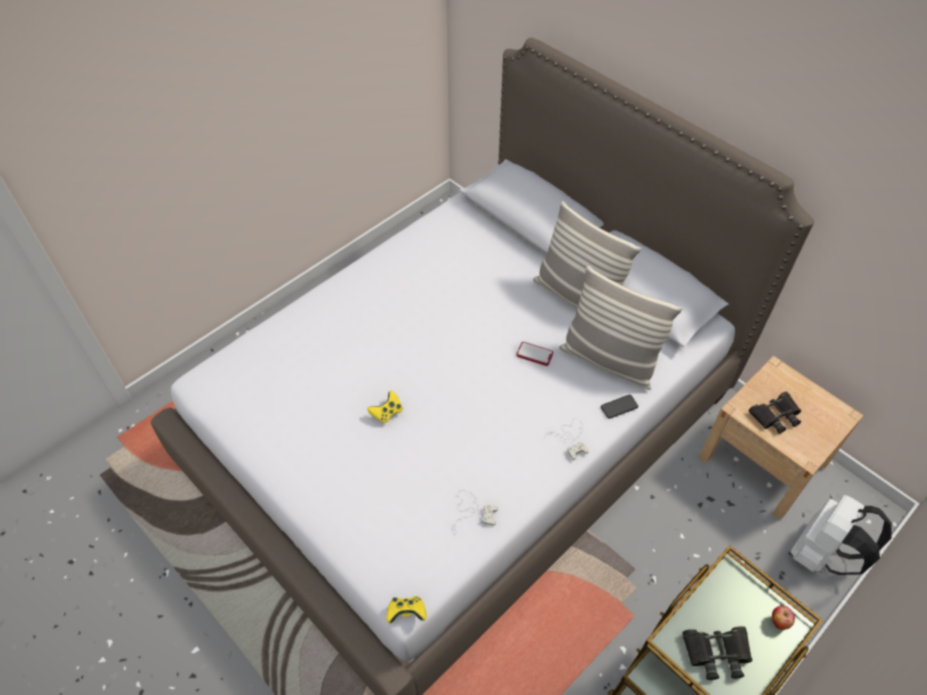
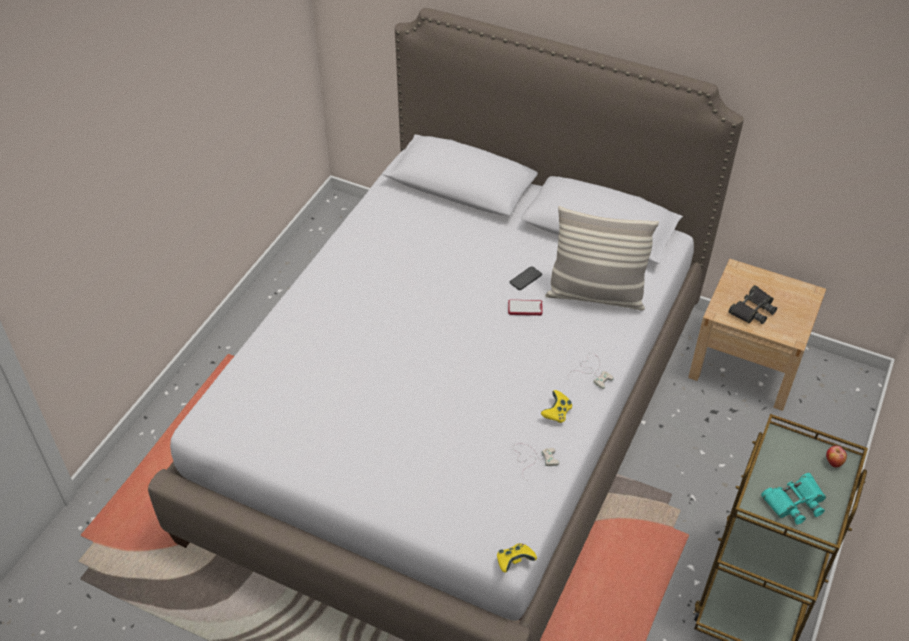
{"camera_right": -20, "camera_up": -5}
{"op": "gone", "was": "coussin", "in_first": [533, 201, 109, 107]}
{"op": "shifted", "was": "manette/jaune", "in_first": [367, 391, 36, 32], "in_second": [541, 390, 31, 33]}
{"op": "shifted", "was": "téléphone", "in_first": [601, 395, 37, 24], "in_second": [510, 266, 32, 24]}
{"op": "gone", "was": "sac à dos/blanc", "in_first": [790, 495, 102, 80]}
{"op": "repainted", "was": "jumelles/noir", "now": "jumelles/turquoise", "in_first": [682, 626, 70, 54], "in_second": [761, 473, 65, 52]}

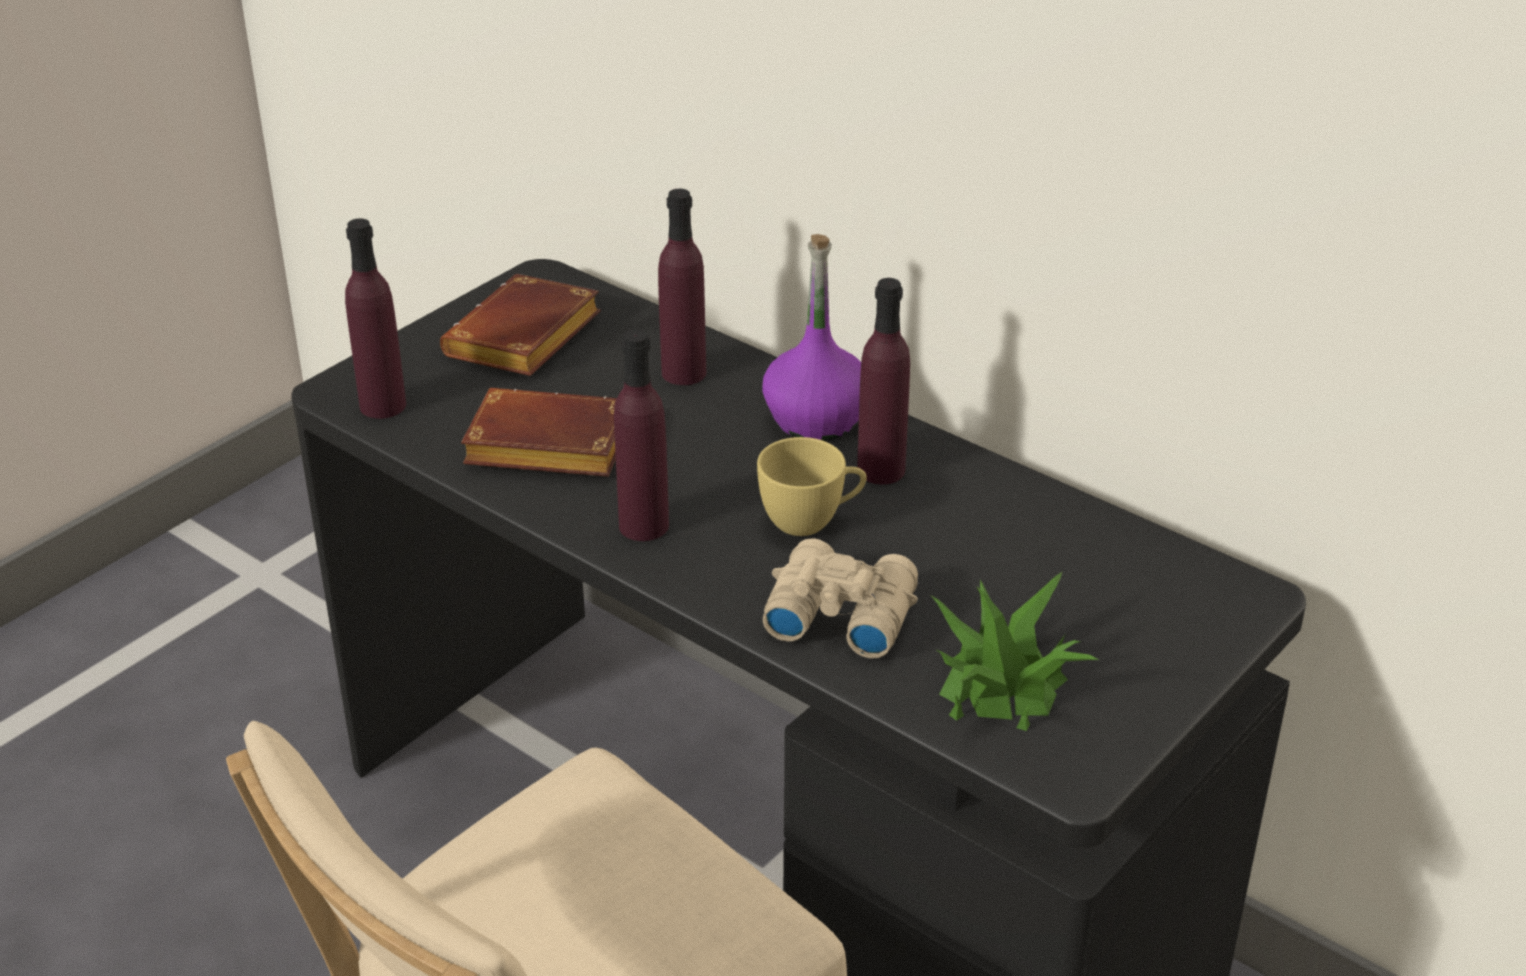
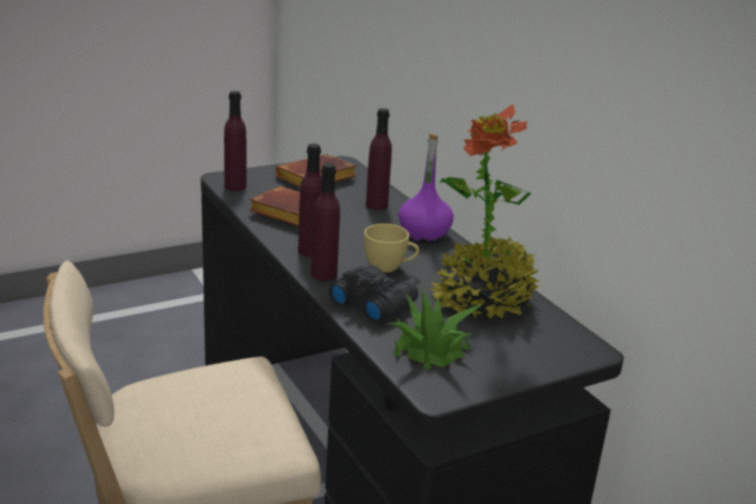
{"camera_right": 20, "camera_up": -10}
{"op": "shifted", "was": "bouteille/violet", "in_first": [857, 278, 53, 206], "in_second": [311, 163, 29, 118]}
{"op": "repainted", "was": "jumelles/beige", "now": "jumelles/noir", "in_first": [763, 538, 155, 121], "in_second": [329, 265, 89, 58]}
{"op": "new", "now": "plante en pot", "in_second": [430, 104, 110, 215]}

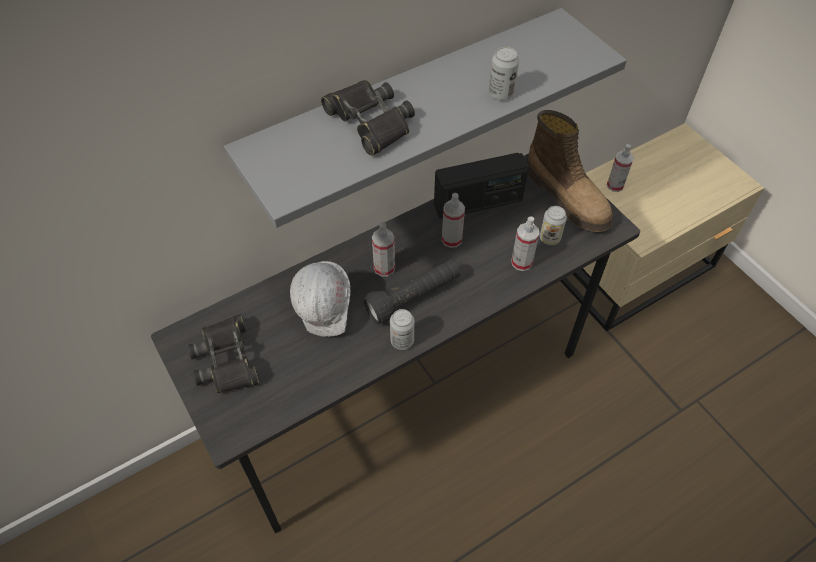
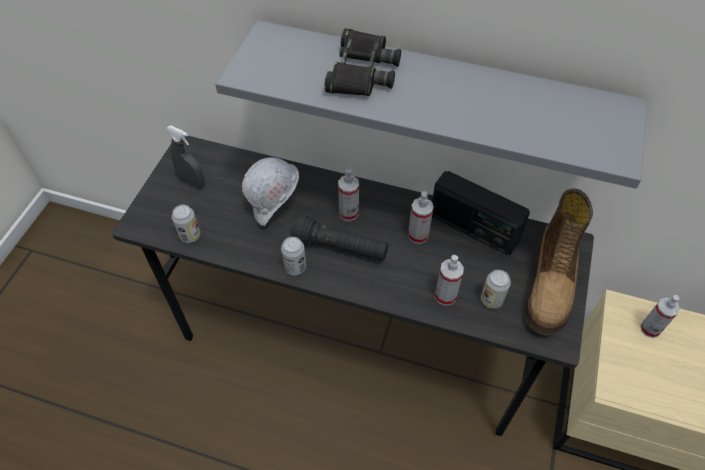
{"camera_right": 50, "camera_up": 0}
{"op": "shifted", "was": "boîte métallique", "in_first": [489, 47, 30, 53], "in_second": [172, 205, 29, 38]}
{"op": "swapped", "was": "jumelles/noir", "now": "vaporisateur/gris", "in_first": [187, 314, 73, 79], "in_second": [166, 126, 39, 63]}

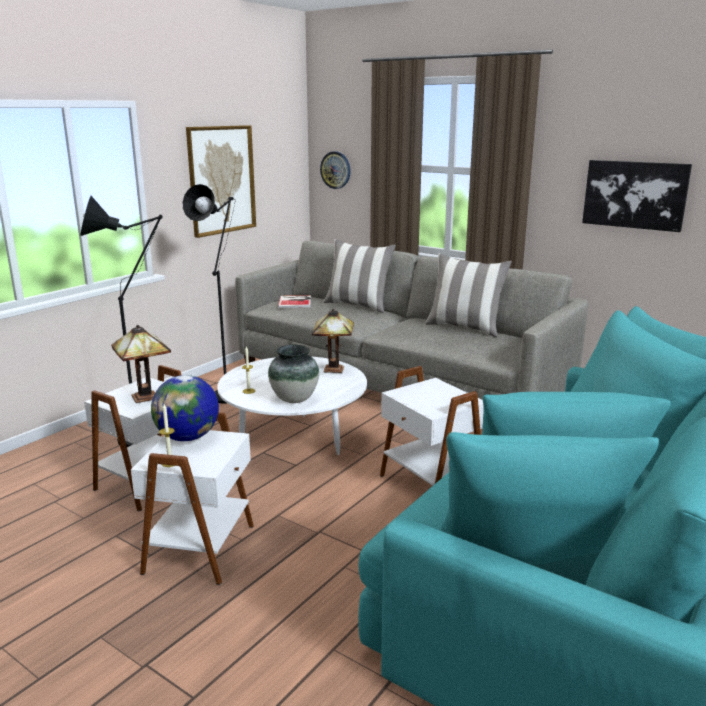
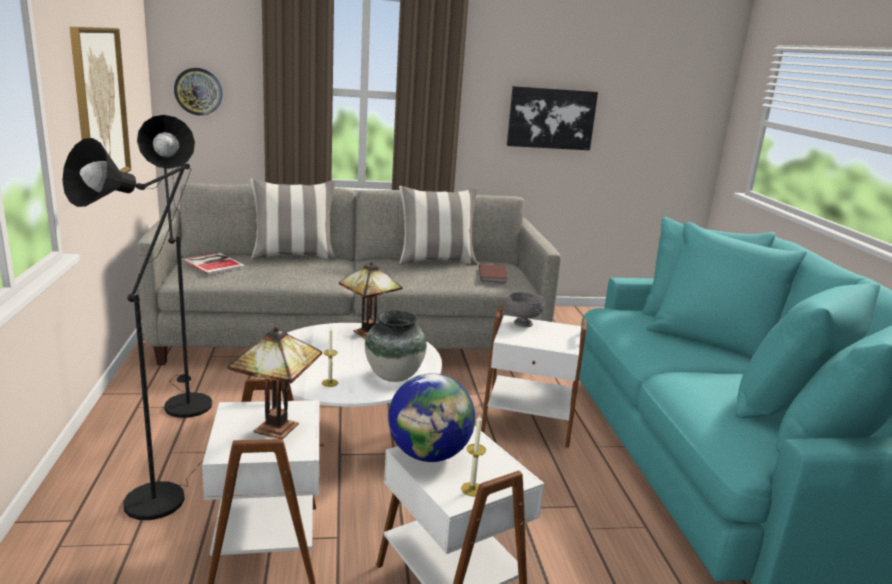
{"camera_right": -45, "camera_up": 0}
{"op": "new", "now": "livre/marron", "in_second": [479, 264, 29, 19]}
{"op": "new", "now": "bol/gris", "in_second": [506, 292, 39, 35]}

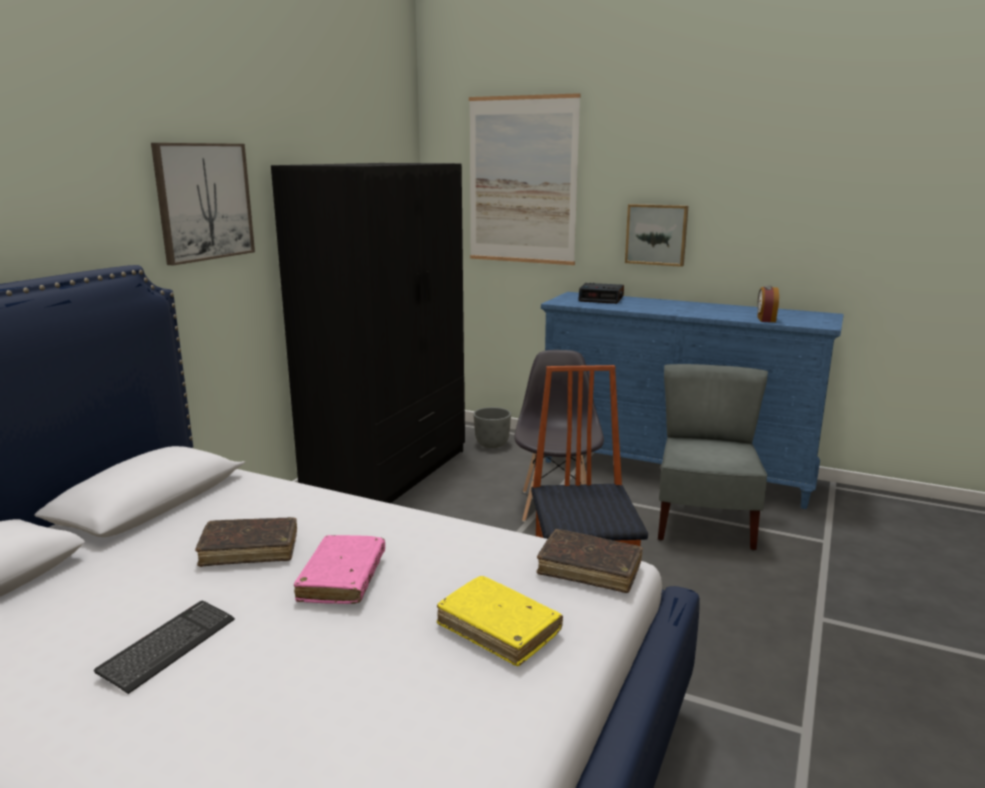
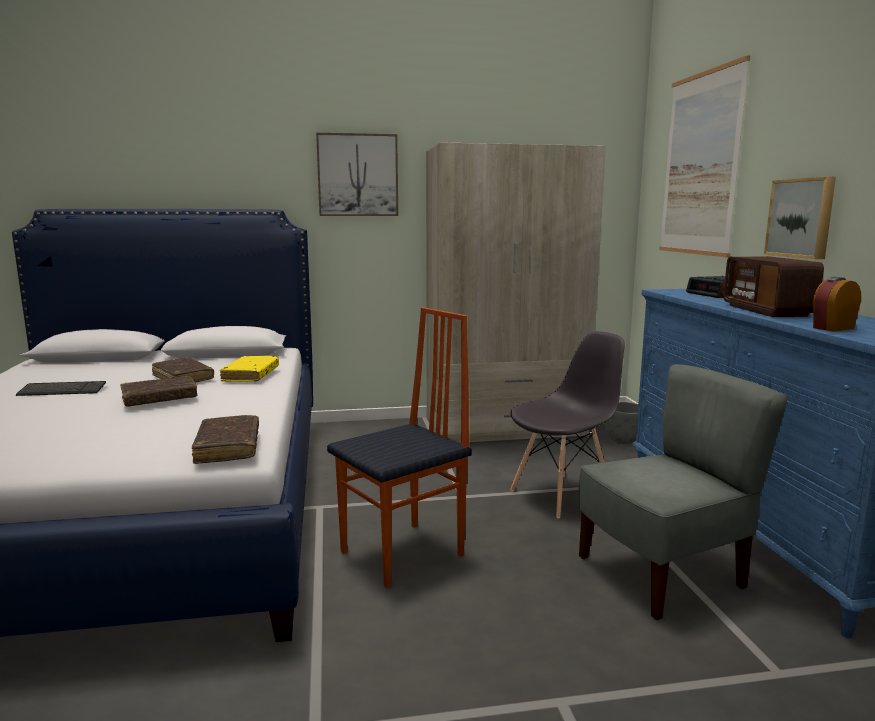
{"camera_right": 55, "camera_up": -5}
{"op": "repainted", "was": "armoire/noir", "now": "armoire/beige", "in_first": [271, 163, 194, 340], "in_second": [426, 142, 180, 301]}
{"op": "repainted", "was": "livre/rose", "now": "livre/marron", "in_first": [293, 535, 92, 69], "in_second": [120, 376, 78, 31]}
{"op": "shifted", "was": "livre/jaune", "in_first": [437, 576, 126, 90], "in_second": [220, 356, 59, 26]}
{"op": "new", "now": "radio", "in_second": [723, 256, 101, 61]}

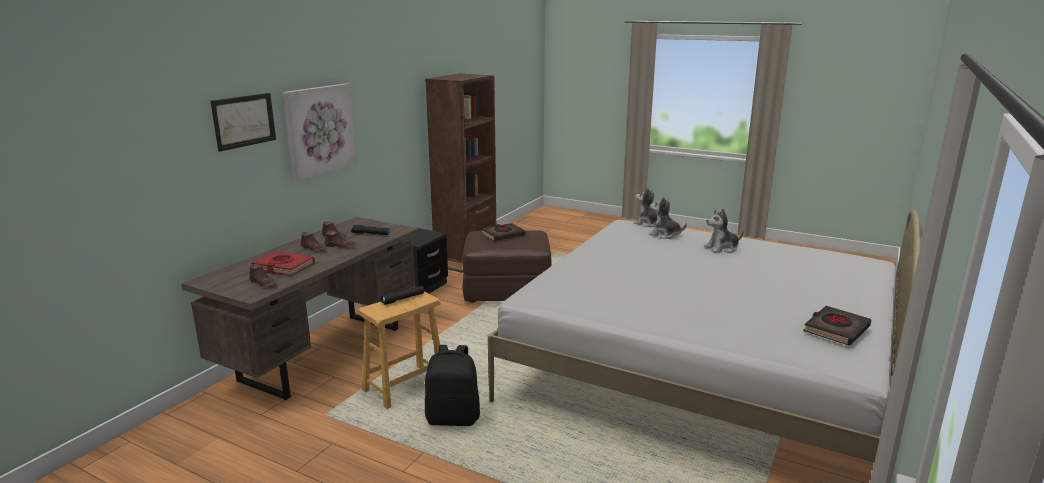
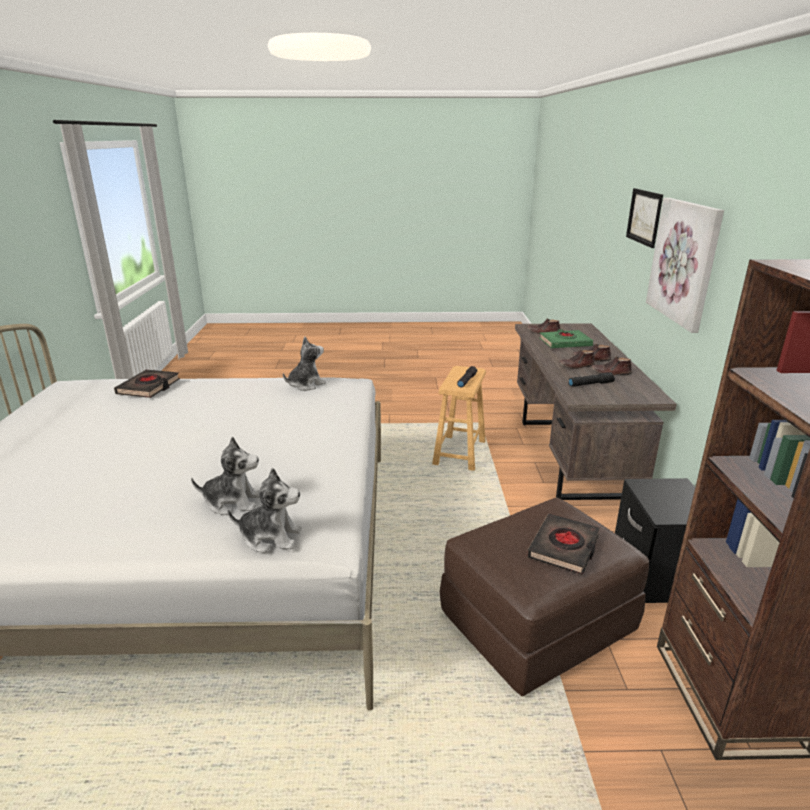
{"camera_right": 150, "camera_up": 5}
{"op": "shifted", "was": "peluche", "in_first": [704, 209, 40, 44], "in_second": [283, 337, 43, 54]}
{"op": "repainted", "was": "livre/rouge", "now": "livre/vert", "in_first": [251, 251, 64, 24], "in_second": [539, 329, 54, 19]}
{"op": "shifted", "was": "livre/noir", "in_first": [803, 306, 68, 40], "in_second": [114, 370, 66, 28]}
{"op": "gone", "was": "sac à dos/noir", "in_first": [425, 345, 55, 81]}

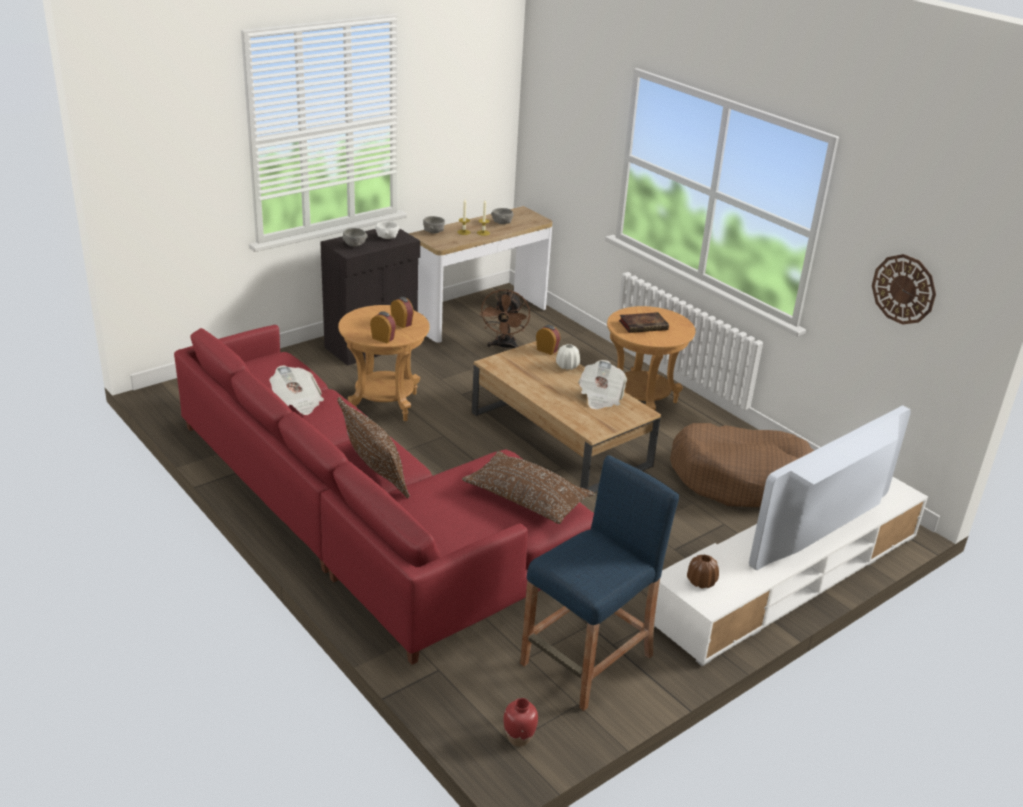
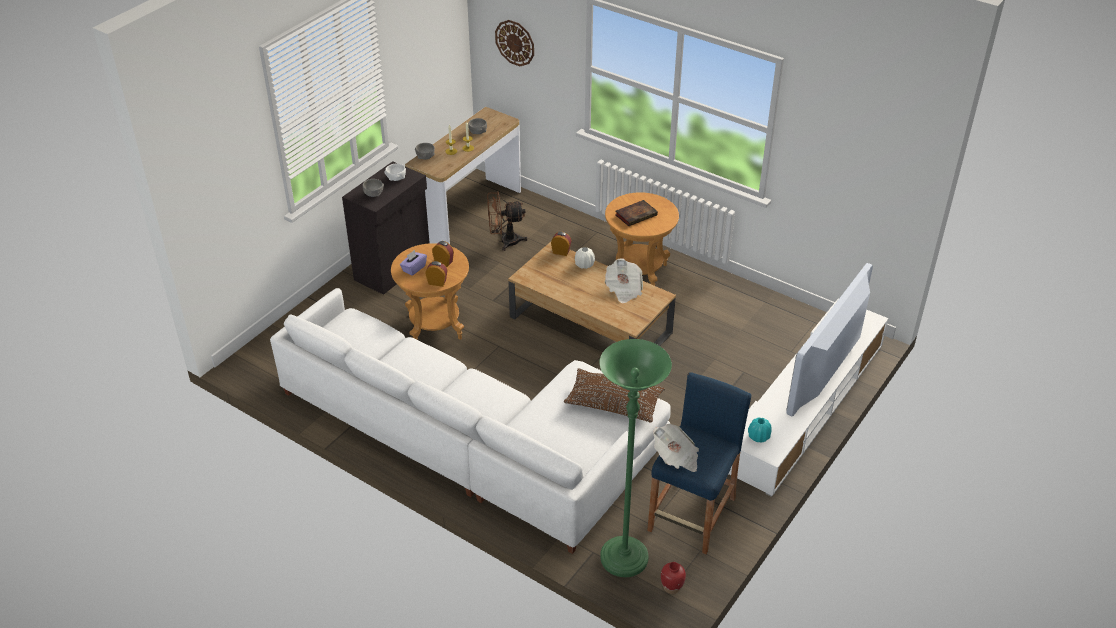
{"camera_right": -15, "camera_up": 10}
{"op": "shifted", "was": "horloge murale", "in_first": [872, 254, 64, 71], "in_second": [495, 20, 39, 46]}
{"op": "rotated", "was": "ventilateur/marron", "in_first": [479, 289, 51, 61], "in_second": [487, 191, 41, 60], "clockwise": 90}
{"op": "repainted", "was": "canapé/rouge", "now": "canapé/blanc", "in_first": [174, 325, 420, 340], "in_second": [270, 288, 401, 266]}
{"op": "shifted", "was": "journal", "in_first": [270, 365, 54, 50], "in_second": [653, 424, 46, 48]}
{"op": "gone", "was": "coussin/marron", "in_first": [337, 397, 73, 101]}
{"op": "gone", "was": "panier pour chien/marron", "in_first": [670, 423, 144, 84]}
{"op": "repainted", "was": "vase/marron", "now": "vase/turquoise", "in_first": [687, 555, 32, 33], "in_second": [748, 417, 24, 25]}
{"op": "new", "now": "boîte à mouchoirs/violet", "in_second": [400, 250, 27, 26]}
{"op": "new", "now": "lampadaire/vert", "in_second": [599, 339, 73, 238]}

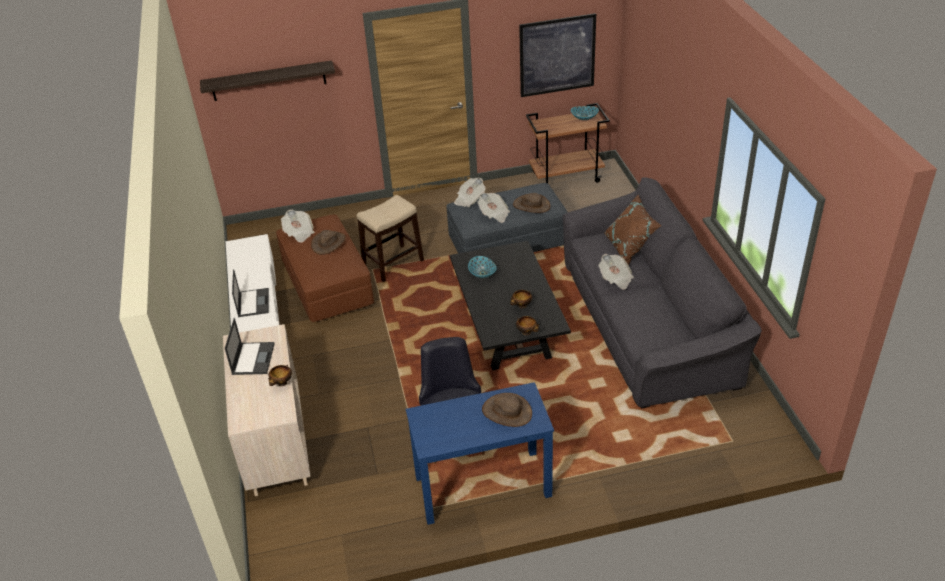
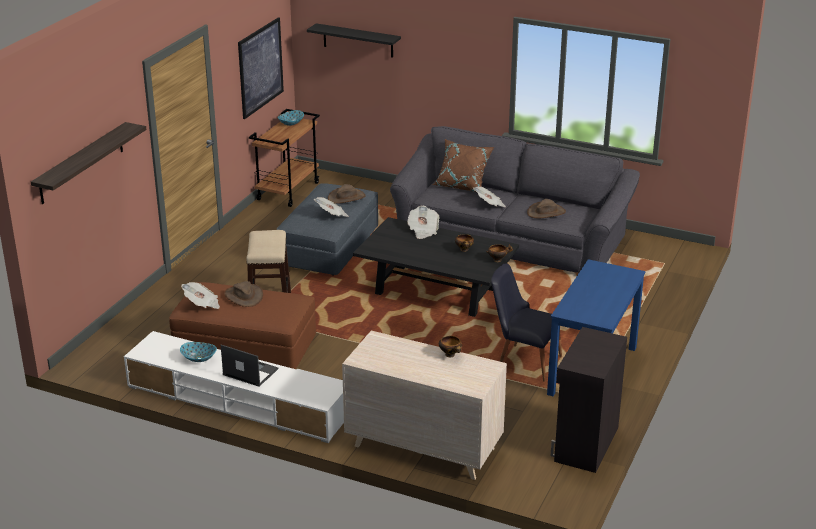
{"camera_right": -55, "camera_up": -10}
{"op": "shifted", "was": "journal", "in_first": [454, 178, 32, 29], "in_second": [407, 206, 32, 33]}
{"op": "shifted", "was": "bol", "in_first": [468, 256, 28, 22], "in_second": [180, 342, 37, 20]}
{"op": "gone", "was": "ordinateur portable", "in_first": [225, 318, 50, 57]}
{"op": "shifted", "was": "chapeau/marron", "in_first": [482, 393, 50, 34], "in_second": [527, 199, 39, 19]}
{"op": "new", "now": "étagère/noir", "in_second": [307, 23, 94, 35]}
{"op": "new", "now": "meuble de rangement/noir", "in_second": [551, 327, 76, 146]}

